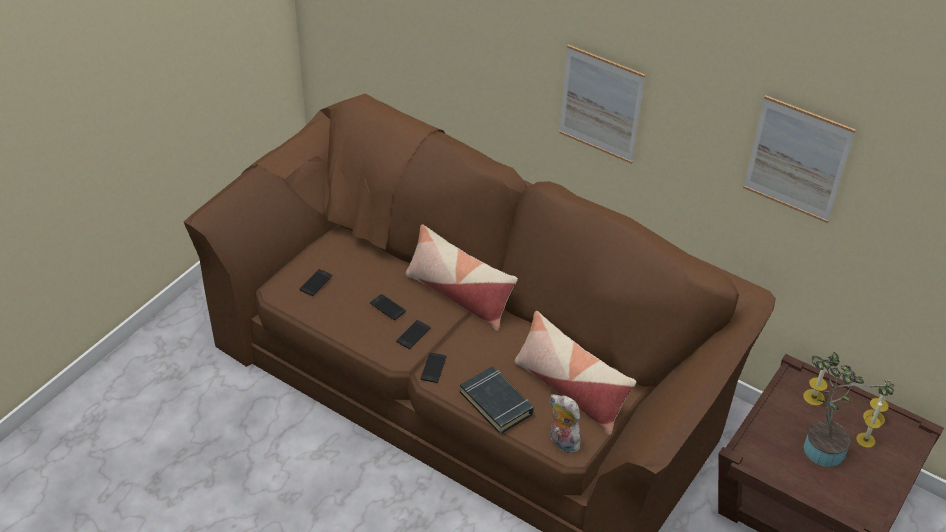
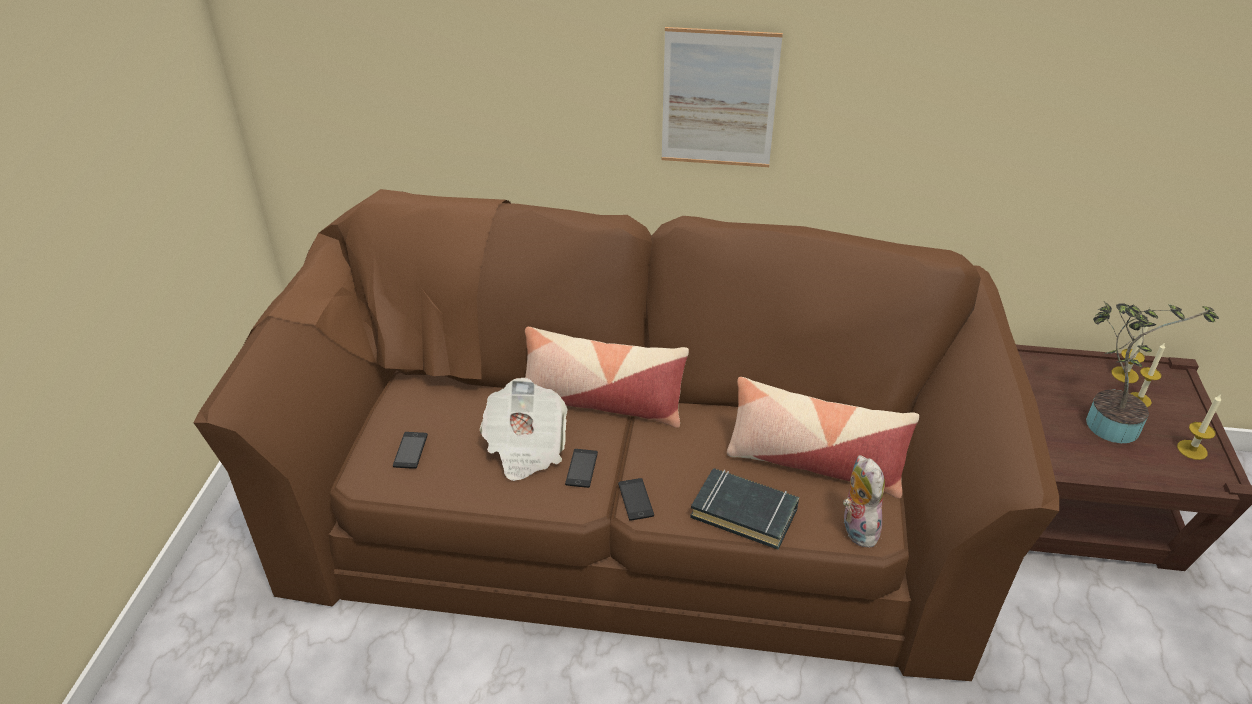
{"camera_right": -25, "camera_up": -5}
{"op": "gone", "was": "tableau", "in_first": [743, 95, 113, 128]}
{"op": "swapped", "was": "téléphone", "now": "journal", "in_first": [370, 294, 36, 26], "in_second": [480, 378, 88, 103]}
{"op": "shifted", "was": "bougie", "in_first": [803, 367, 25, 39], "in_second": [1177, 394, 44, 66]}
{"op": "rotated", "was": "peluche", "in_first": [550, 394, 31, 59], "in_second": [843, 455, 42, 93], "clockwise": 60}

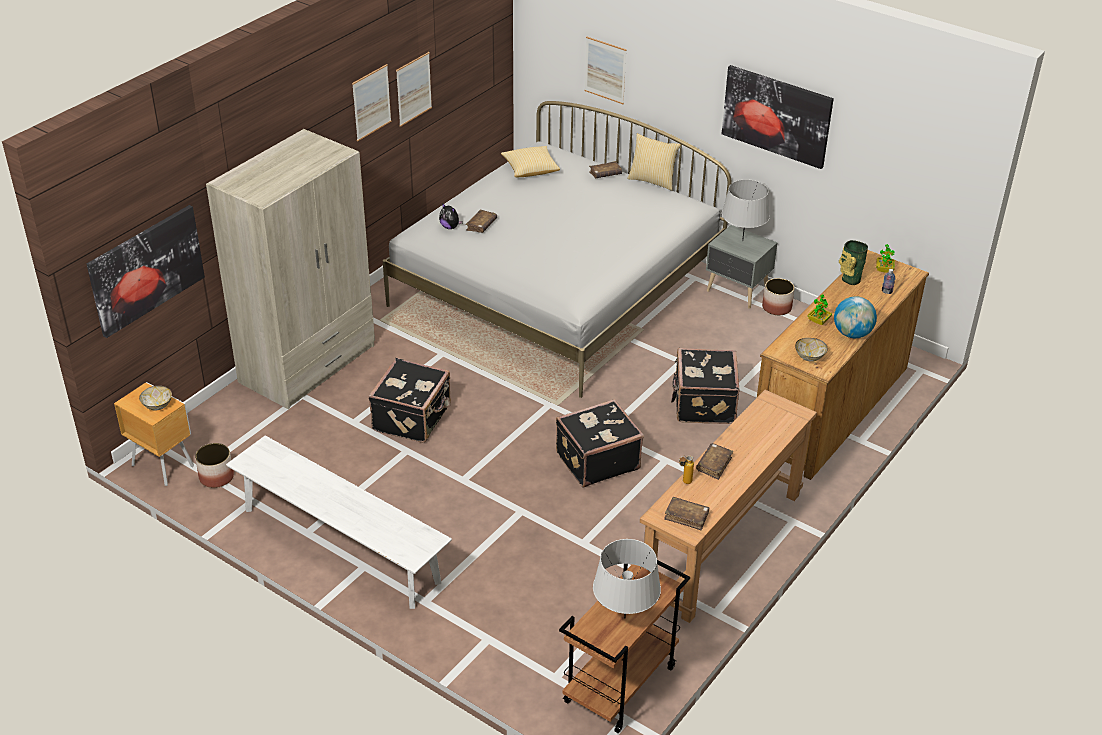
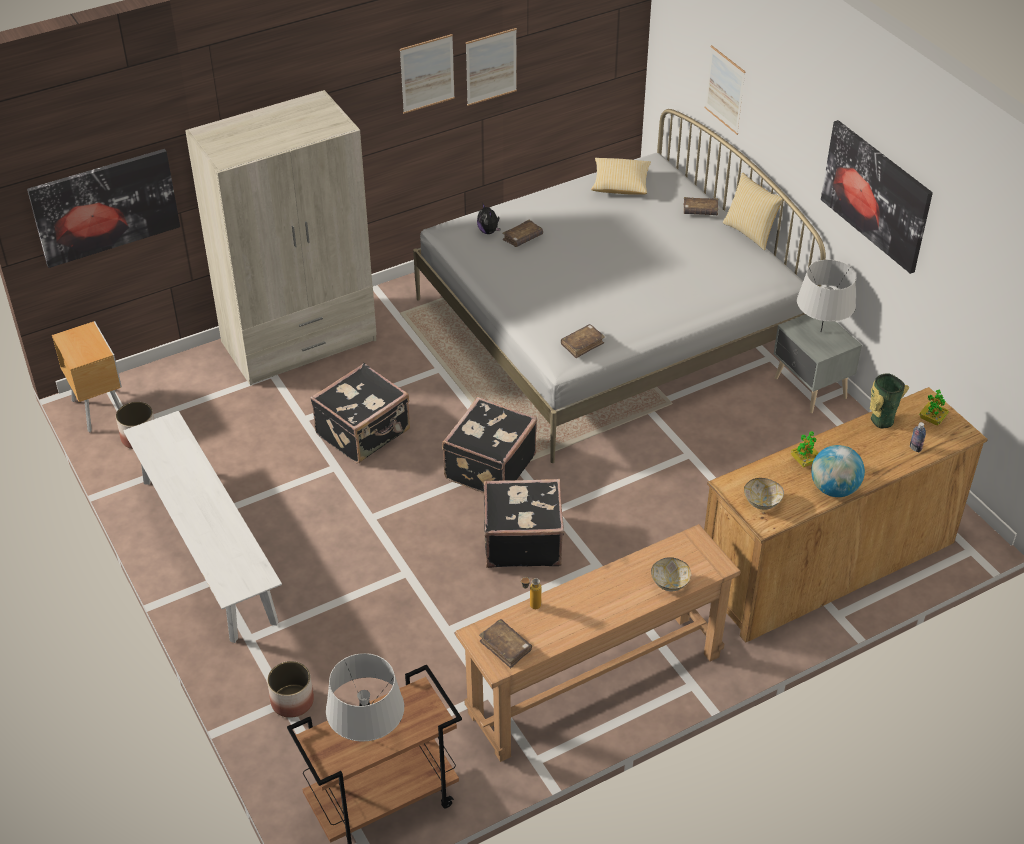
{"camera_right": 25, "camera_up": 5}
{"op": "shifted", "was": "cache-pot", "in_first": [762, 278, 33, 37], "in_second": [267, 661, 47, 57]}
{"op": "shifted", "was": "valise/noir", "in_first": [671, 348, 69, 76], "in_second": [442, 397, 95, 96]}
{"op": "shifted", "was": "bol", "in_first": [139, 386, 33, 25], "in_second": [651, 557, 40, 34]}
{"op": "shifted", "was": "livre/marron", "in_first": [696, 443, 37, 37], "in_second": [561, 324, 44, 34]}

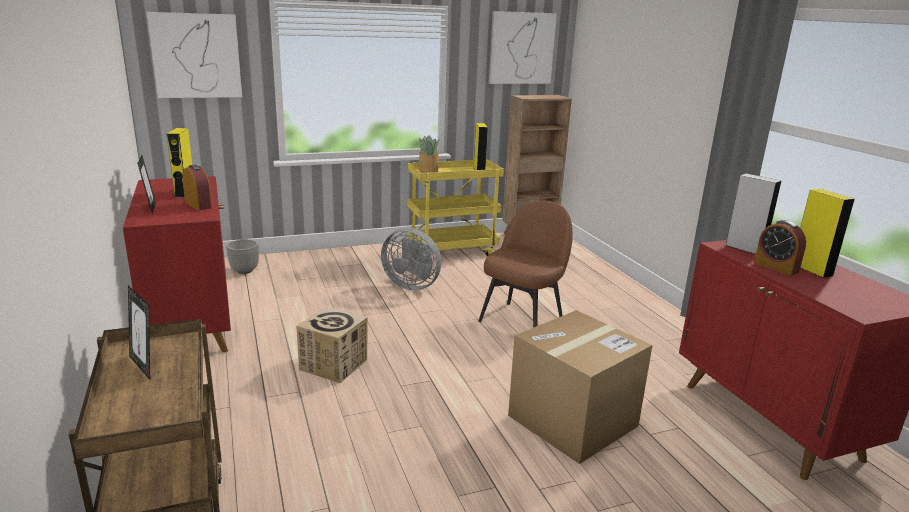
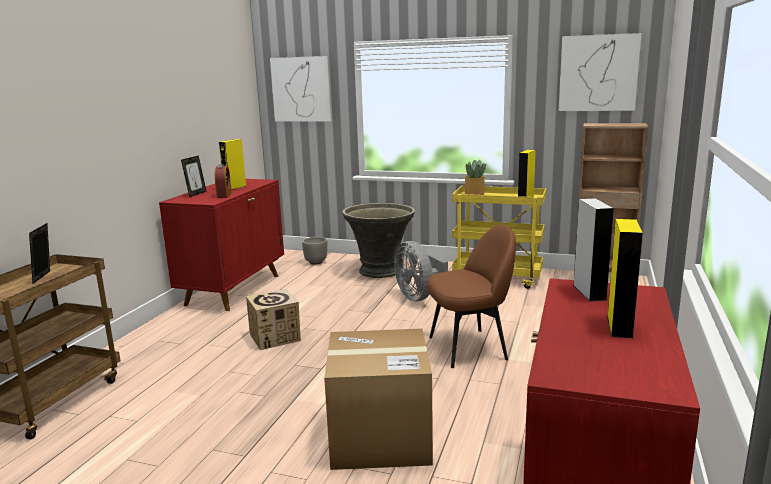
{"camera_right": 40, "camera_up": -5}
{"op": "gone", "was": "réveil", "in_first": [754, 220, 52, 56]}
{"op": "new", "now": "cache-pot/gris", "in_second": [342, 203, 73, 75]}

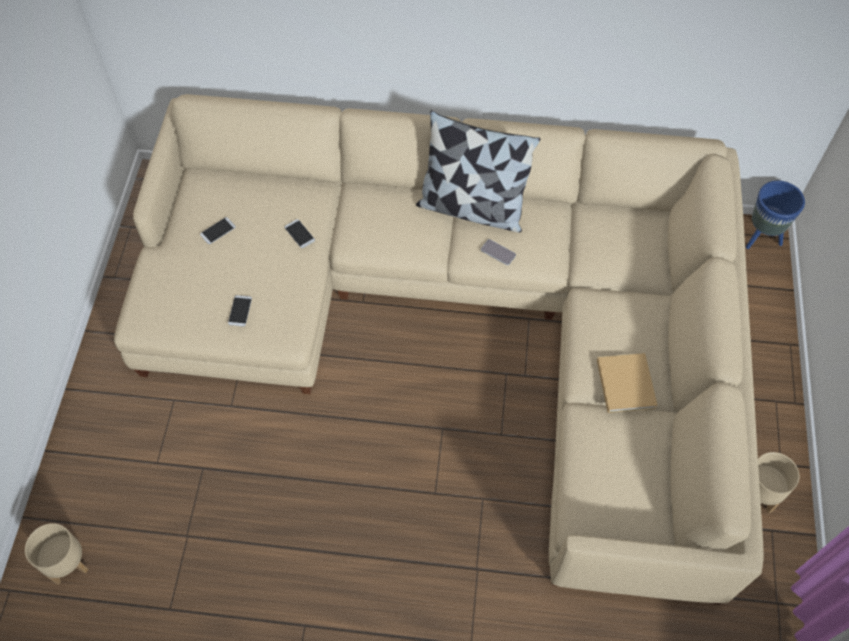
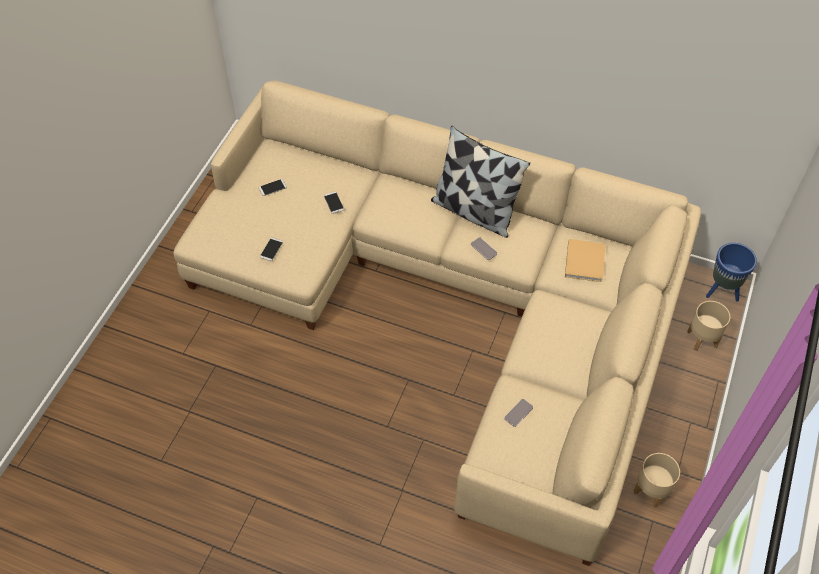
{"camera_right": 15, "camera_up": -5}
{"op": "shifted", "was": "livre/beige", "in_first": [597, 353, 61, 60], "in_second": [565, 239, 40, 43]}
{"op": "shifted", "was": "cache-pot/beige", "in_first": [25, 523, 63, 62], "in_second": [687, 301, 43, 50]}
{"op": "new", "now": "téléphone", "in_second": [504, 399, 29, 28]}

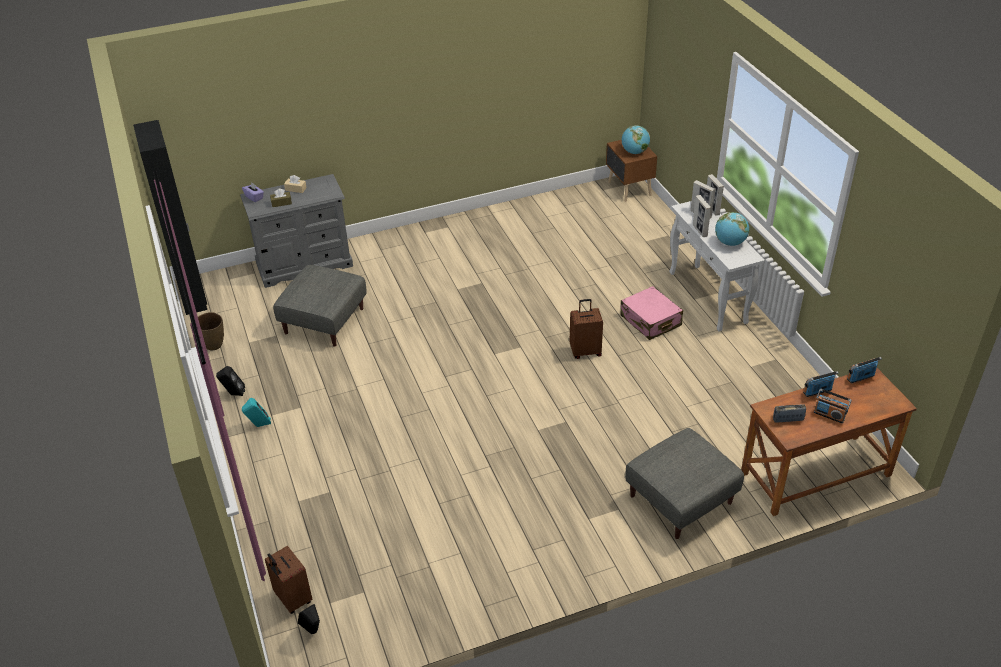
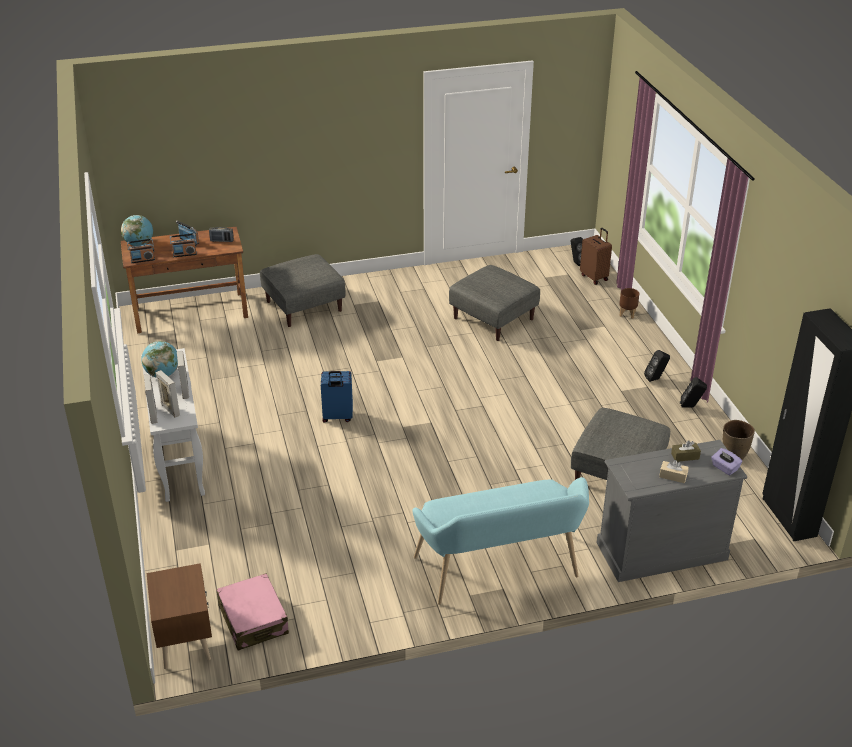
{"camera_right": -175, "camera_up": -5}
{"op": "shifted", "was": "globe", "in_first": [622, 125, 28, 29], "in_second": [121, 215, 32, 31]}
{"op": "shifted", "was": "valise/rose", "in_first": [620, 286, 63, 54], "in_second": [216, 573, 73, 77]}
{"op": "repainted", "was": "valise/marron", "now": "valise/bleu", "in_first": [569, 299, 34, 60], "in_second": [321, 371, 32, 52]}
{"op": "repainted", "was": "enceinte/turquoise", "now": "enceinte/noir", "in_first": [242, 398, 29, 29], "in_second": [644, 350, 26, 32]}
{"op": "new", "now": "pouf/gris", "in_second": [449, 265, 91, 76]}
{"op": "new", "now": "cache-pot/marron", "in_second": [619, 288, 20, 31]}
{"op": "new", "now": "banc/turquoise", "in_second": [412, 477, 177, 128]}

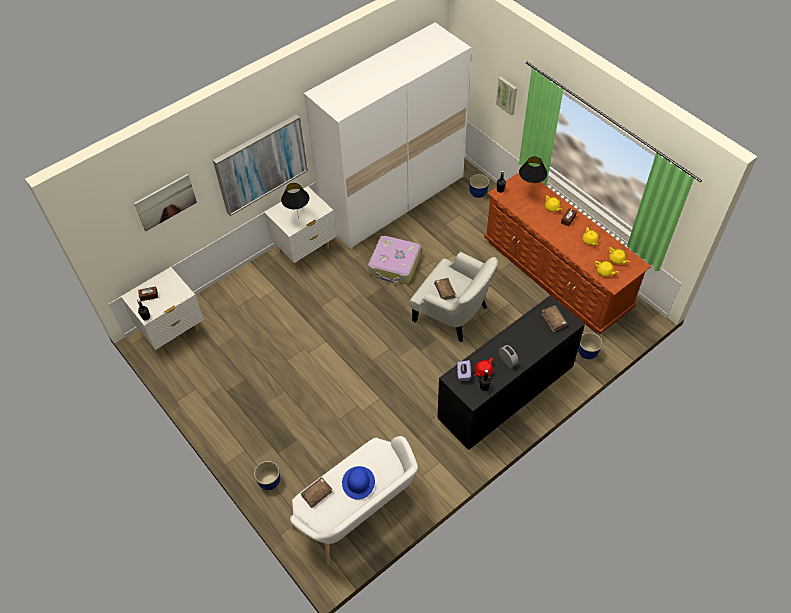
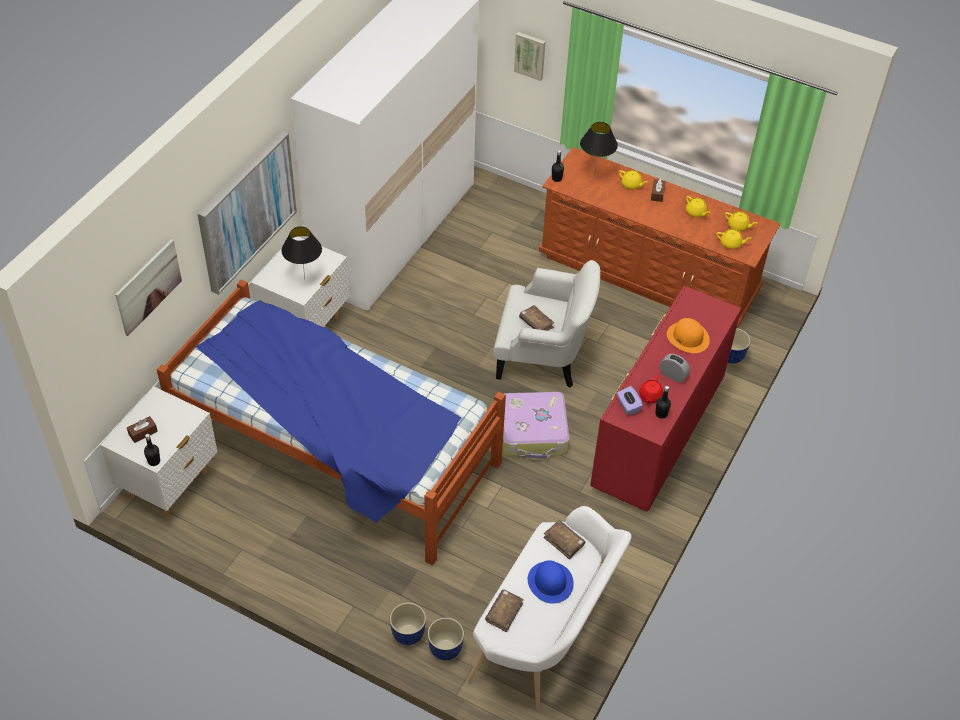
{"camera_right": -25, "camera_up": -5}
{"op": "shifted", "was": "cache-pot", "in_first": [469, 174, 20, 24], "in_second": [427, 617, 37, 43]}
{"op": "shifted", "was": "valise", "in_first": [368, 235, 53, 49], "in_second": [502, 392, 67, 67]}
{"op": "repainted", "was": "commode/noir", "now": "commode/rouge", "in_first": [437, 295, 148, 155], "in_second": [590, 286, 151, 226]}
{"op": "shifted", "was": "livre/marron", "in_first": [541, 305, 27, 27], "in_second": [543, 520, 42, 40]}
{"op": "new", "now": "lit", "in_second": [156, 279, 350, 286]}
{"op": "new", "now": "chapeau/orange", "in_second": [667, 318, 43, 35]}

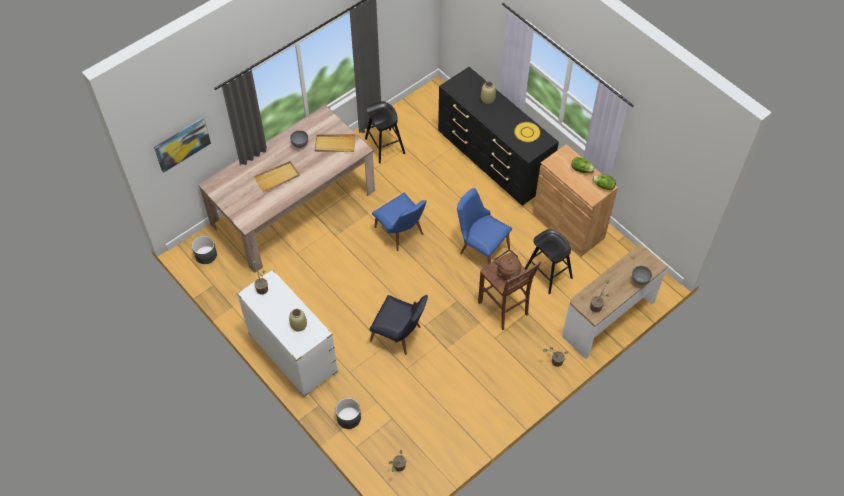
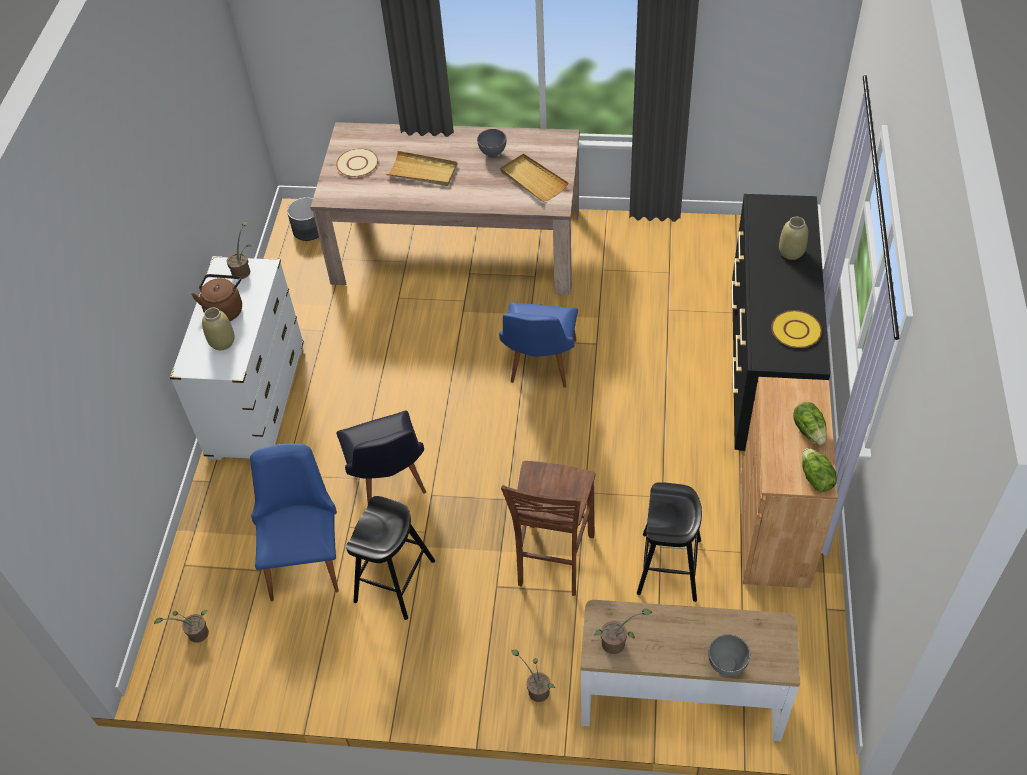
{"camera_right": 50, "camera_up": -5}
{"op": "shifted", "was": "tabouret/noir", "in_first": [365, 101, 40, 63], "in_second": [346, 496, 89, 124]}
{"op": "gone", "was": "tableau", "in_first": [154, 118, 57, 55]}
{"op": "shifted", "was": "chaise/bleu", "in_first": [457, 188, 55, 76], "in_second": [250, 443, 89, 158]}
{"op": "shifted", "was": "bouilloire/marron", "in_first": [494, 250, 27, 31], "in_second": [191, 274, 51, 47]}
{"op": "gone", "was": "cache-pot/gris", "in_first": [336, 398, 25, 31]}
{"op": "new", "now": "assiette/beige", "in_second": [336, 148, 42, 29]}

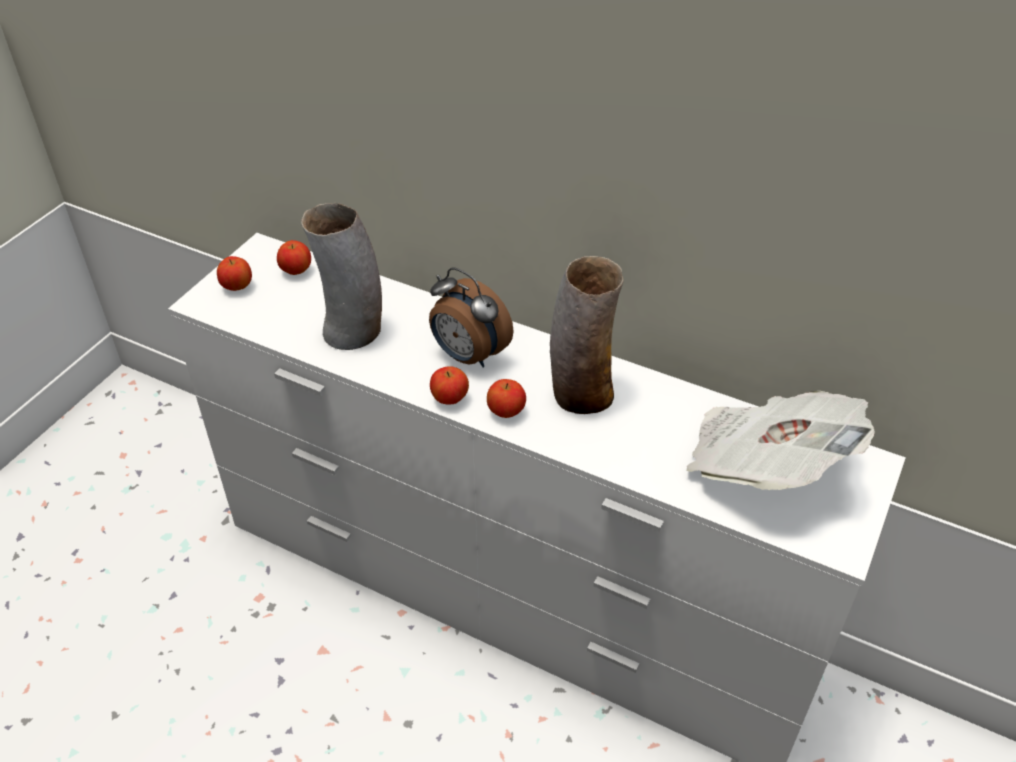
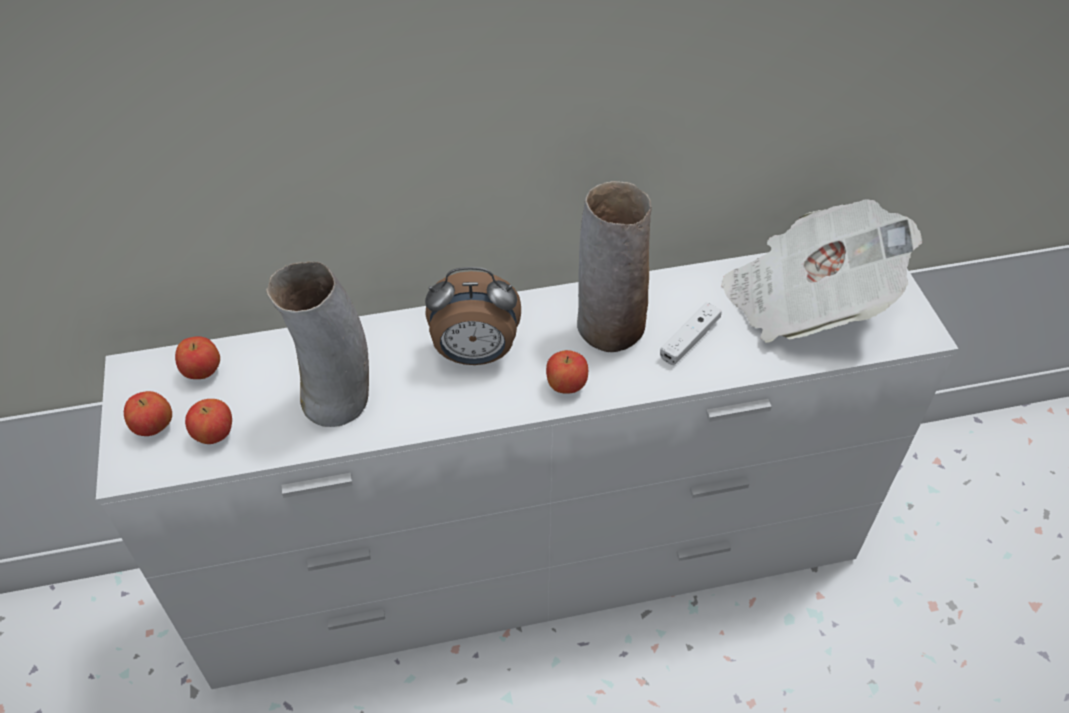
{"camera_right": -40, "camera_up": 5}
{"op": "shifted", "was": "pomme", "in_first": [430, 366, 39, 38], "in_second": [185, 399, 47, 45]}
{"op": "new", "now": "manette/blanc", "in_second": [660, 302, 62, 63]}

